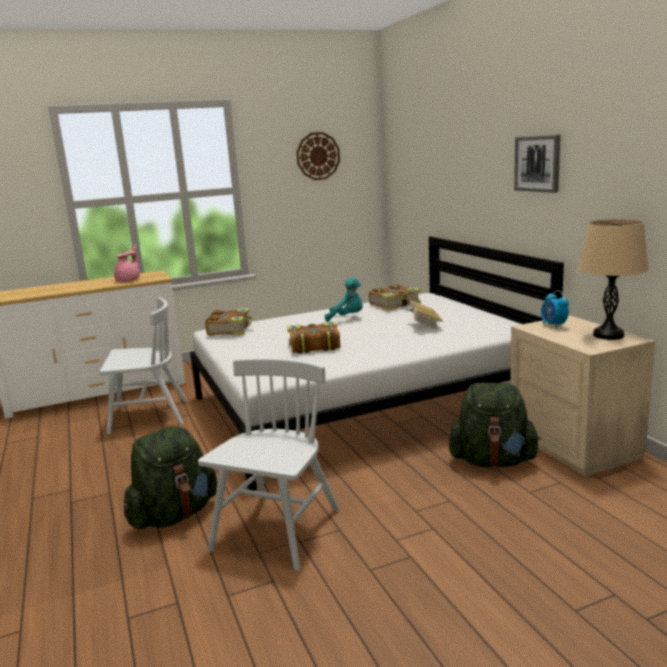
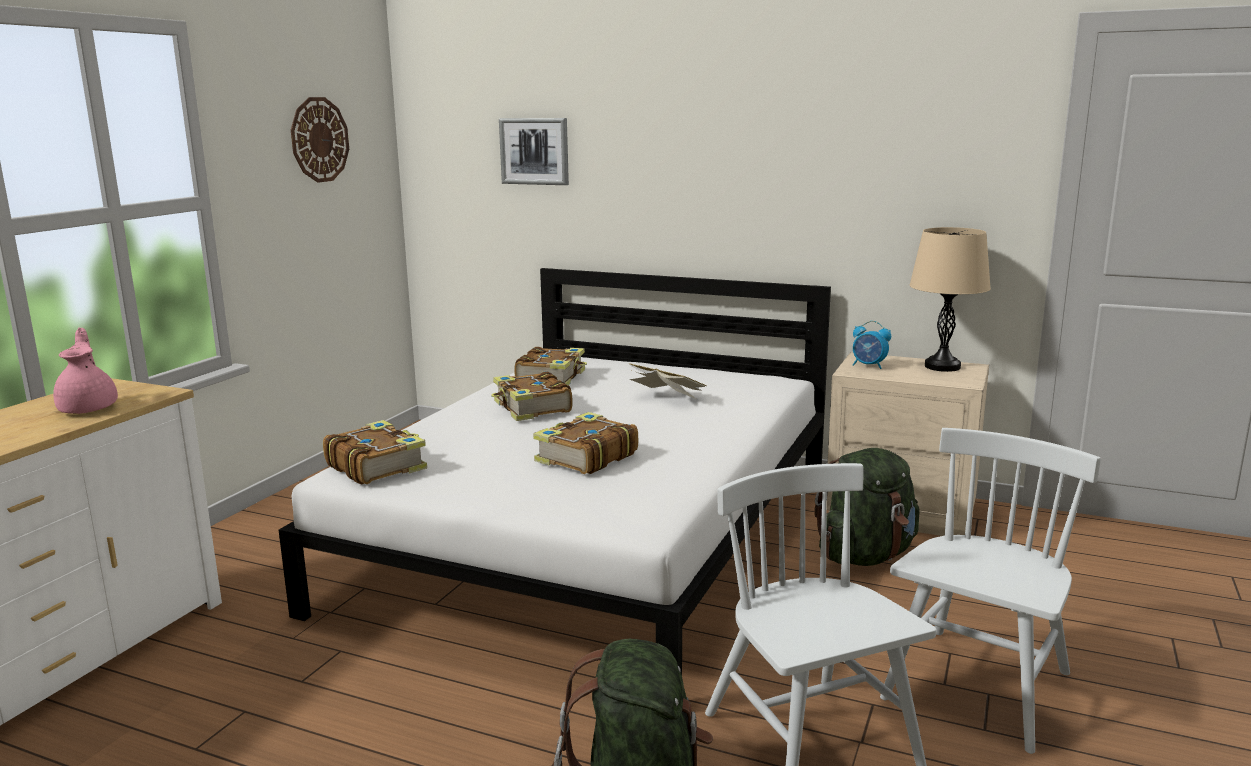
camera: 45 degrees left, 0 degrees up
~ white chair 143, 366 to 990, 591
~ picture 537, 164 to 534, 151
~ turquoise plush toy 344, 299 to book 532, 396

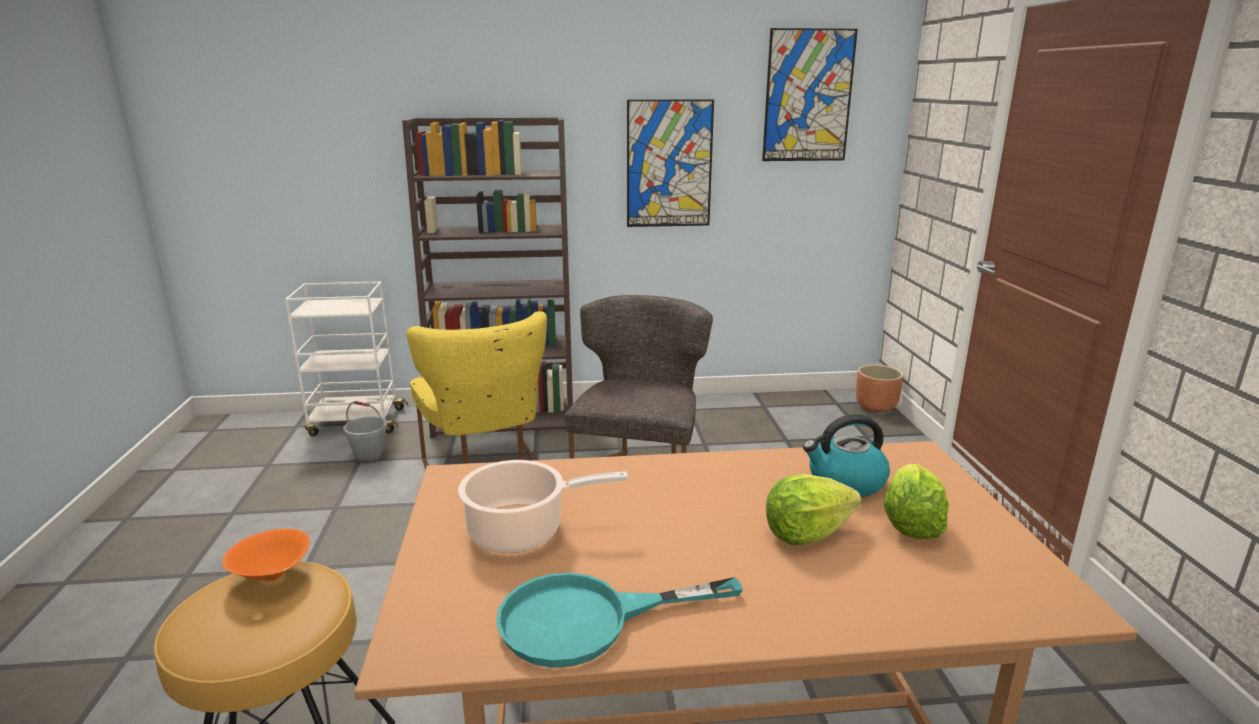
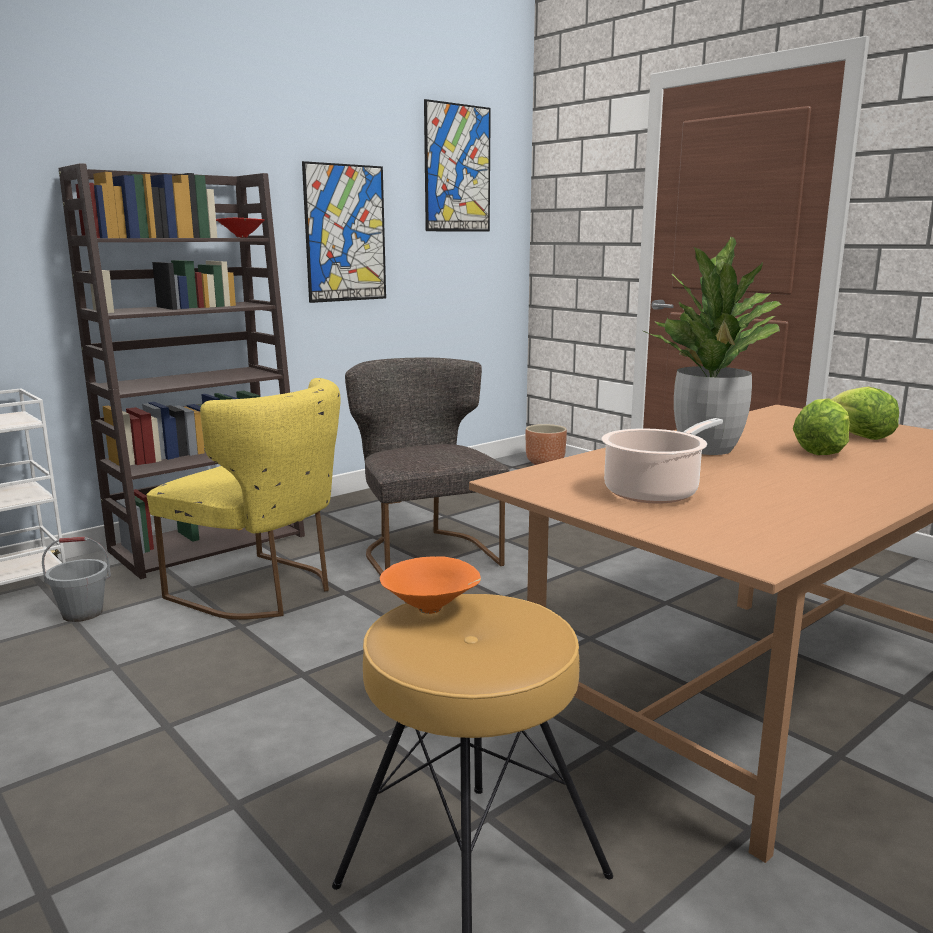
camera: 35 degrees left, 5 degrees down
- turquoise frying pan 619, 620
- kettle 846, 455
+ red bowl 240, 228
+ potted plant 712, 346

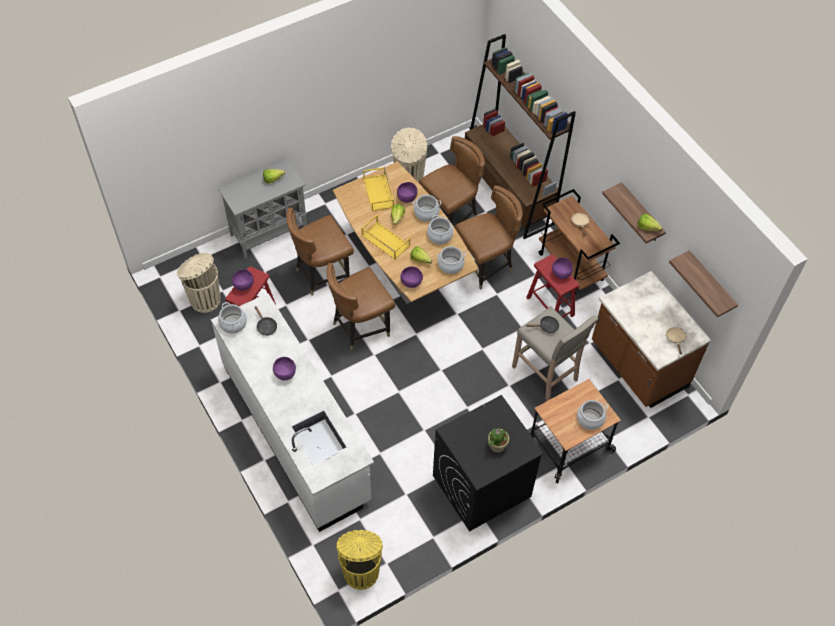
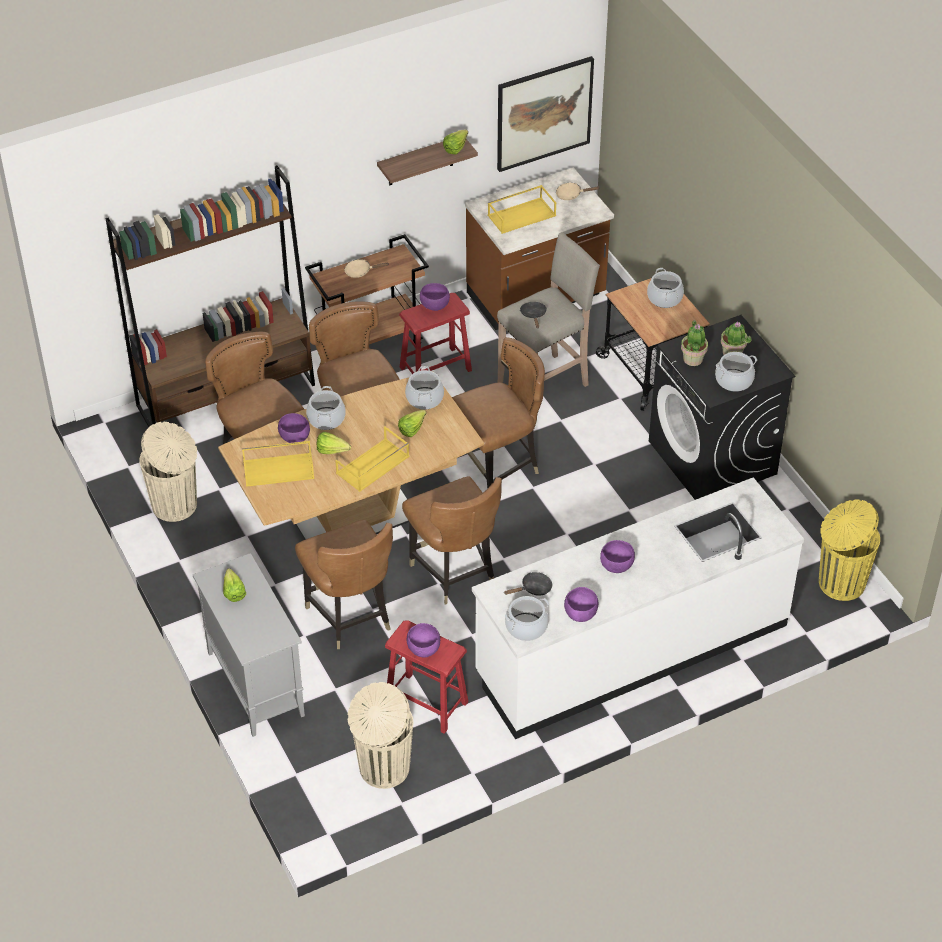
camera: 85 degrees left, 10 degrees down
+ brown chair 498, 413
+ yellow tray 522, 209
+ potted plant 694, 343
~ purple bowl 411, 277 to 581, 604
~ cooking pot 440, 229 to 736, 372
~ shelf 703, 284 to picture 545, 114

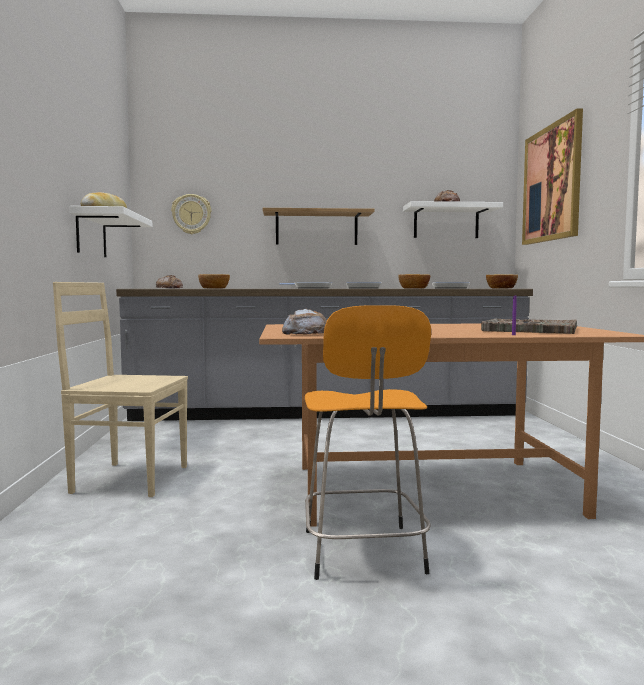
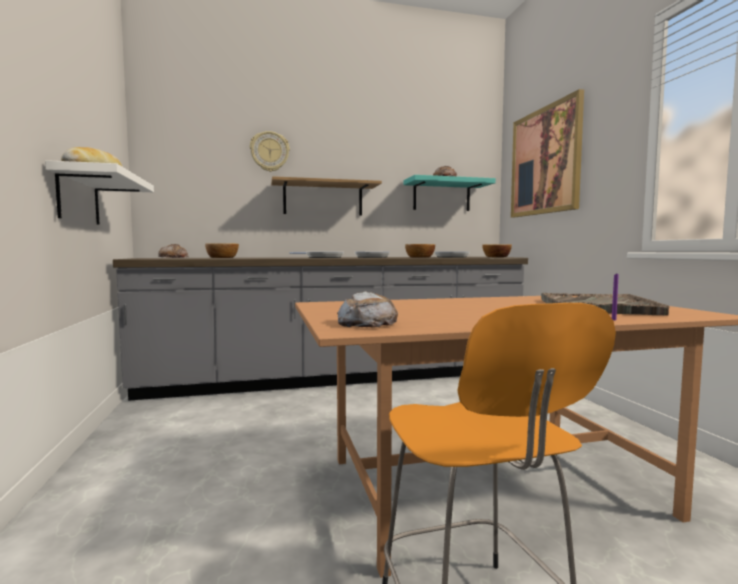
camera: 10 degrees left, 0 degrees up
- beige chair 120, 389
~ wall clock 191, 214 to 270, 151
~ white shelf 453, 219 to turquoise shelf 449, 193

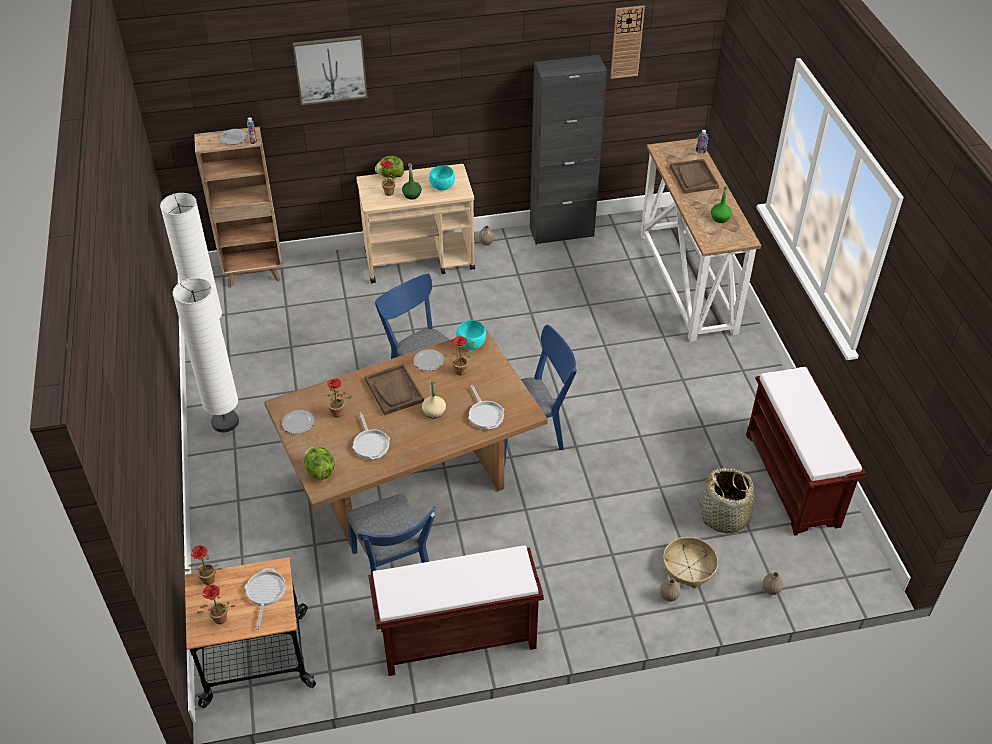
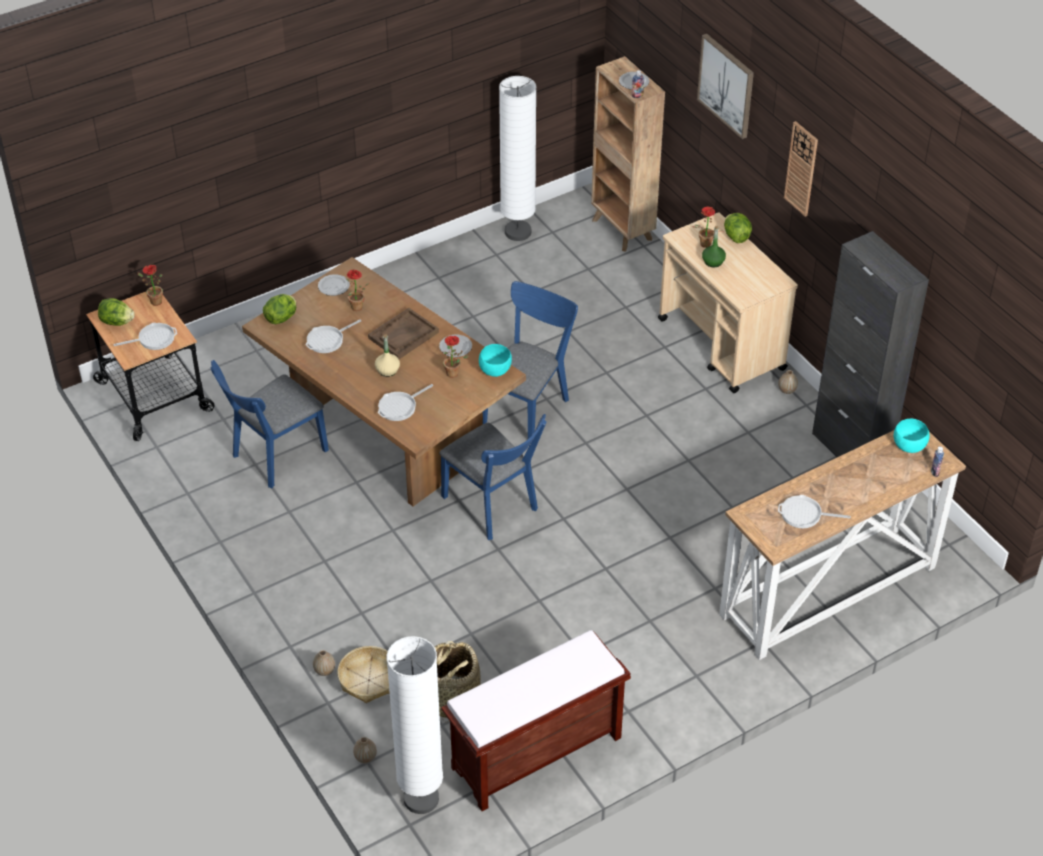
camera: 70 degrees right, 0 degrees up
- brown bench 456, 610
- brown tray 694, 176
~ white floor lamp 206, 355 to 414, 725
~ turquoise bowl 442, 178 to 911, 436
~ wall clock 627, 42 to 801, 169
~ potted plant 216, 604 to lettuce 116, 312
~ green bottle 721, 204 to frying pan 814, 511

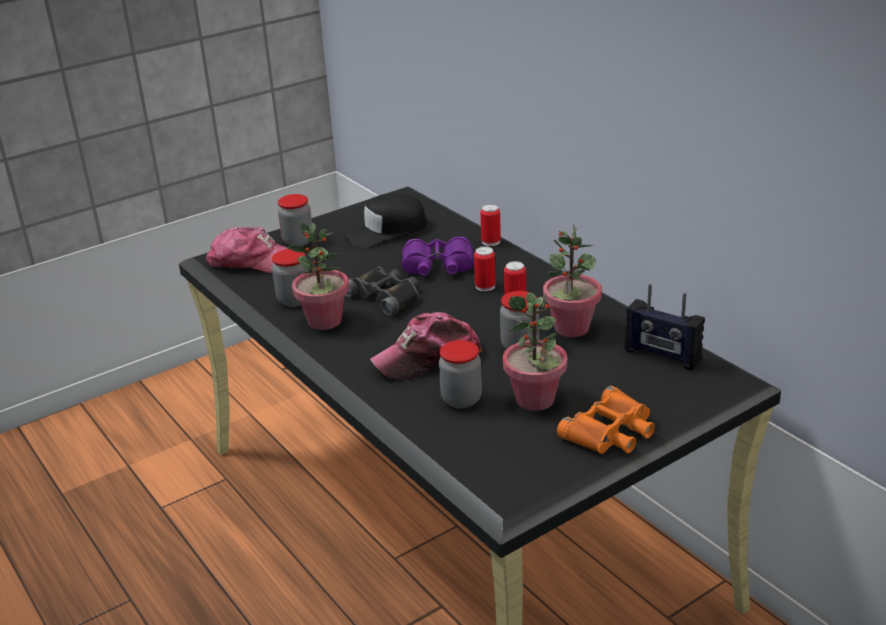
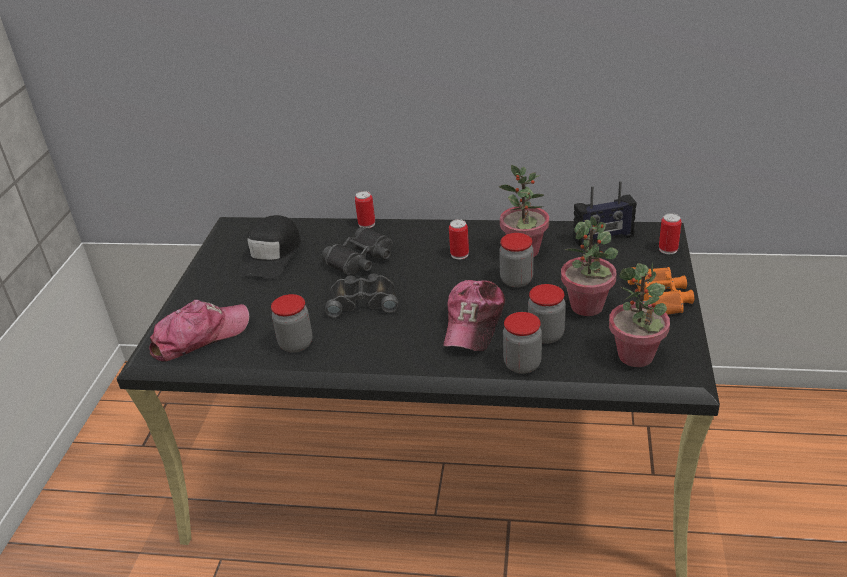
camera: 45 degrees left, 5 degrees up
~ jar 295, 220 to 522, 343
~ potted plant 318, 276 to 639, 315
~ can 485, 268 to 670, 233
~ purple binoculars 437, 256 to black binoculars 357, 251

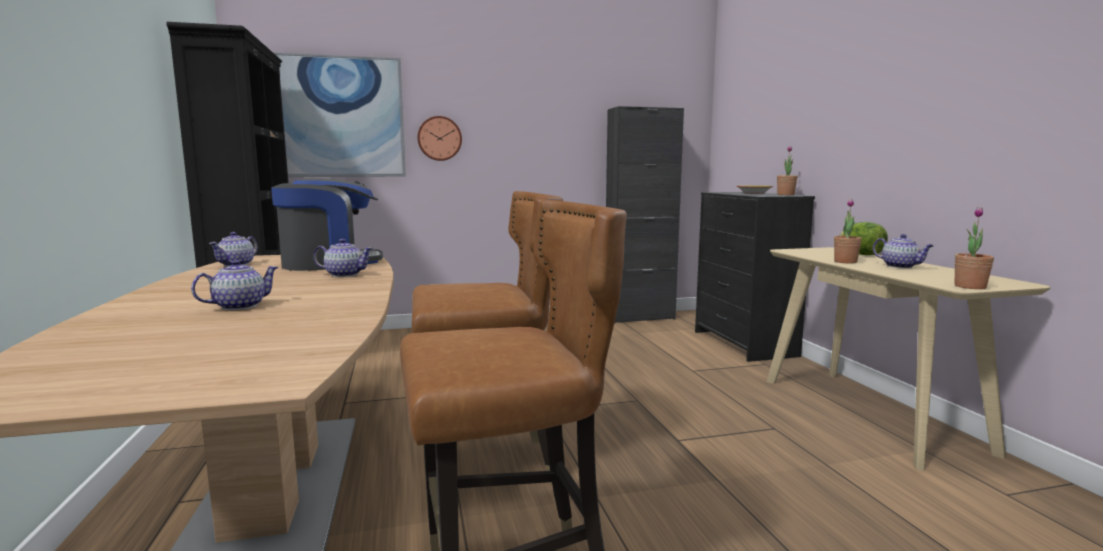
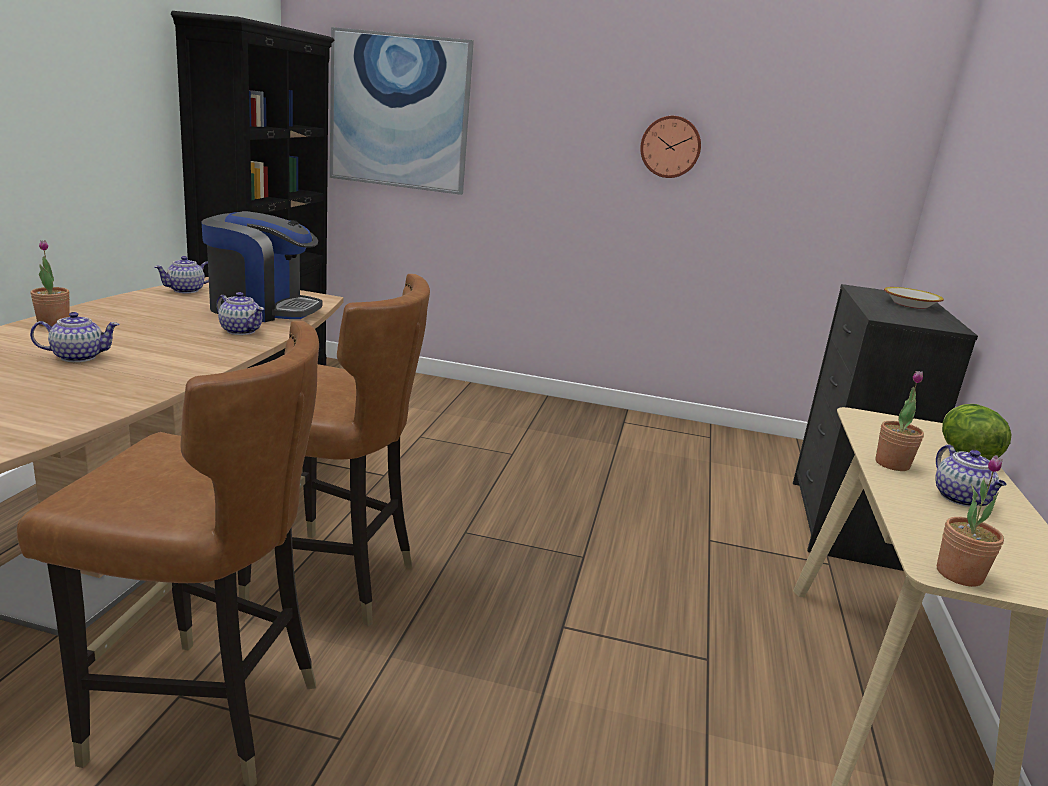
camera: 25 degrees right, 10 degrees up
- black cabinet 645, 215
~ wall clock 439, 138 to 670, 147
~ potted plant 787, 170 to 50, 283

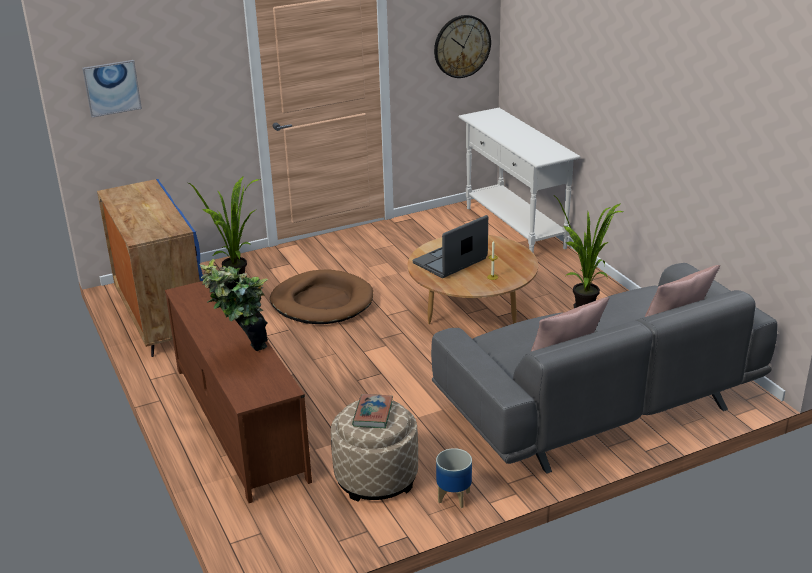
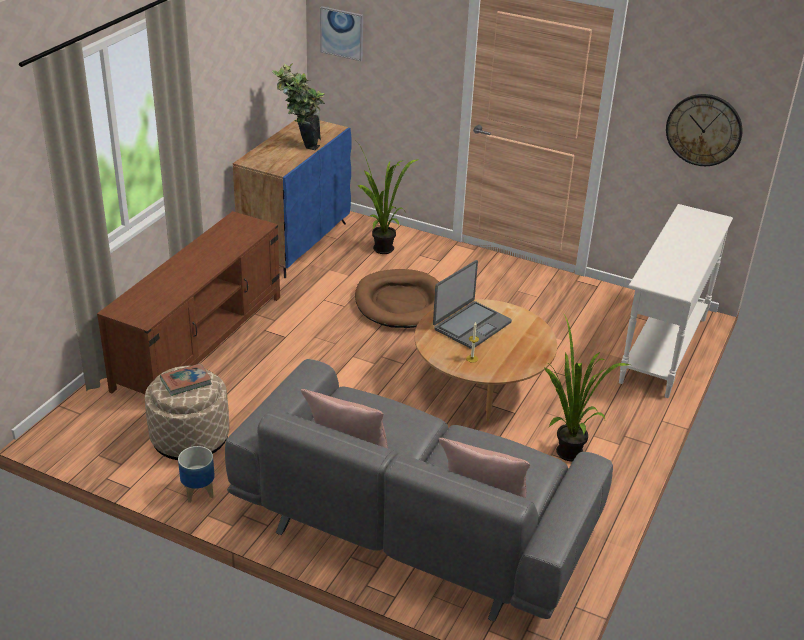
camera: 50 degrees right, 5 degrees up
~ potted plant 234, 305 to 298, 106
~ laptop 450, 246 = 472, 304 120 degrees clockwise

